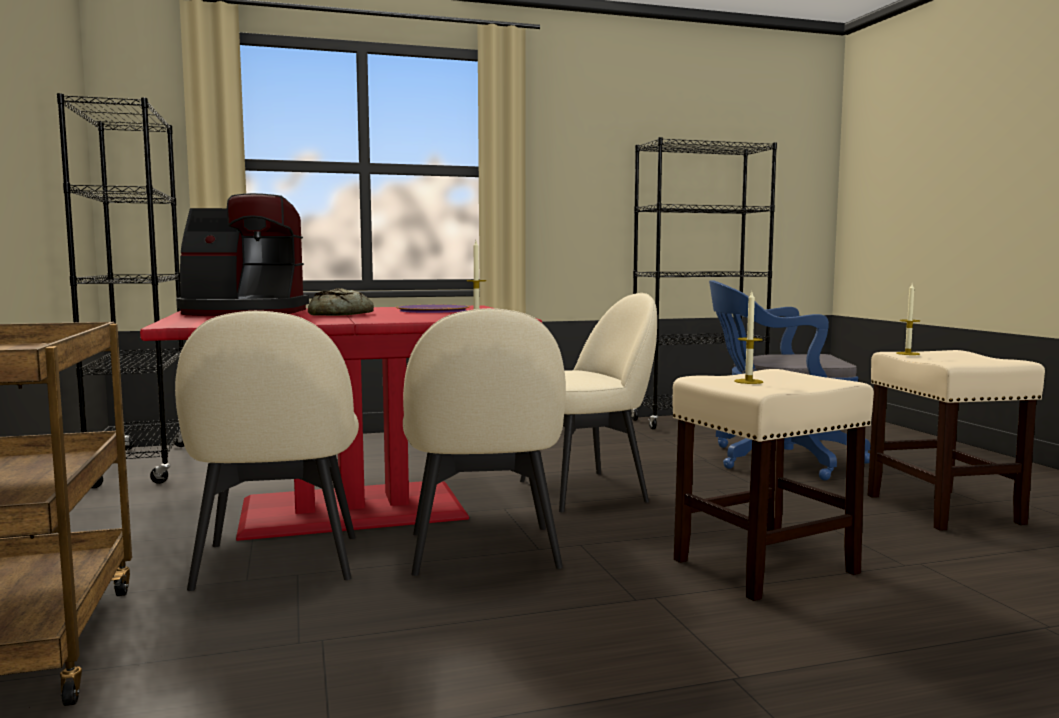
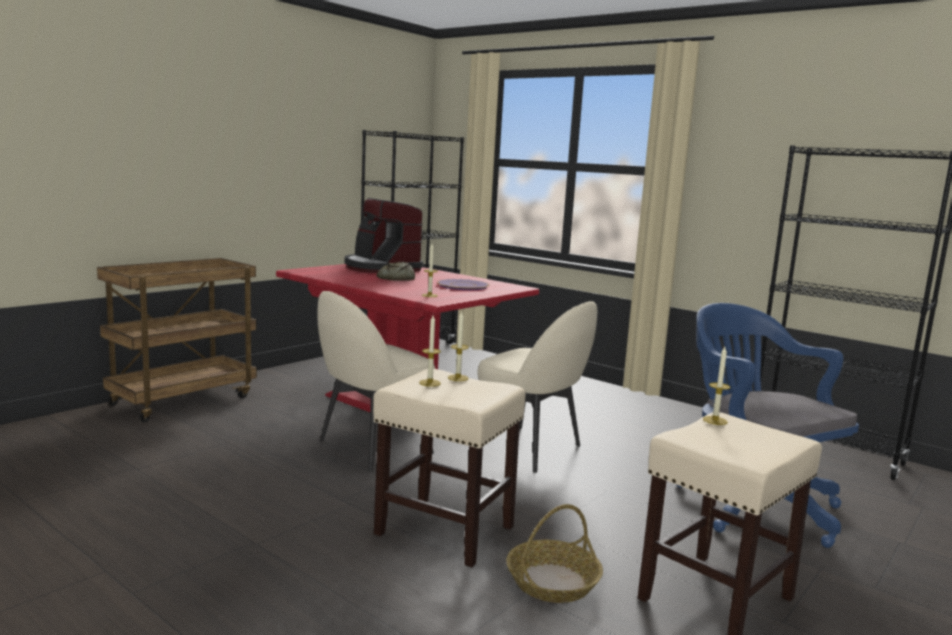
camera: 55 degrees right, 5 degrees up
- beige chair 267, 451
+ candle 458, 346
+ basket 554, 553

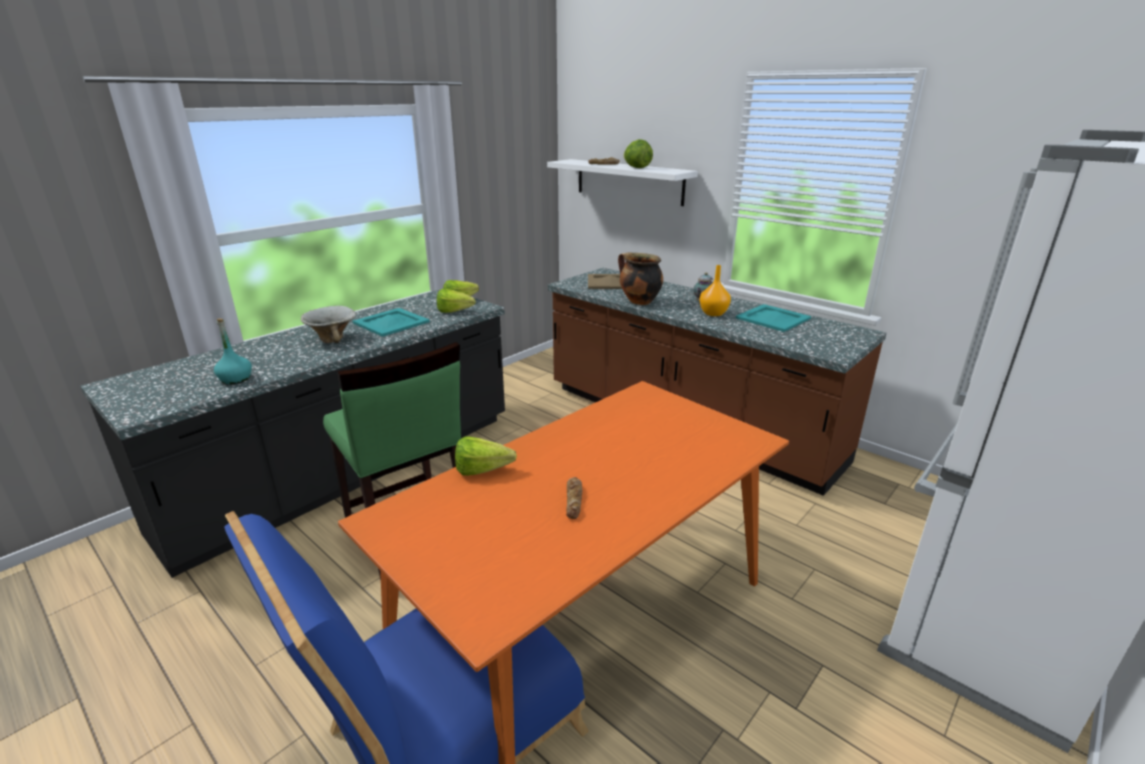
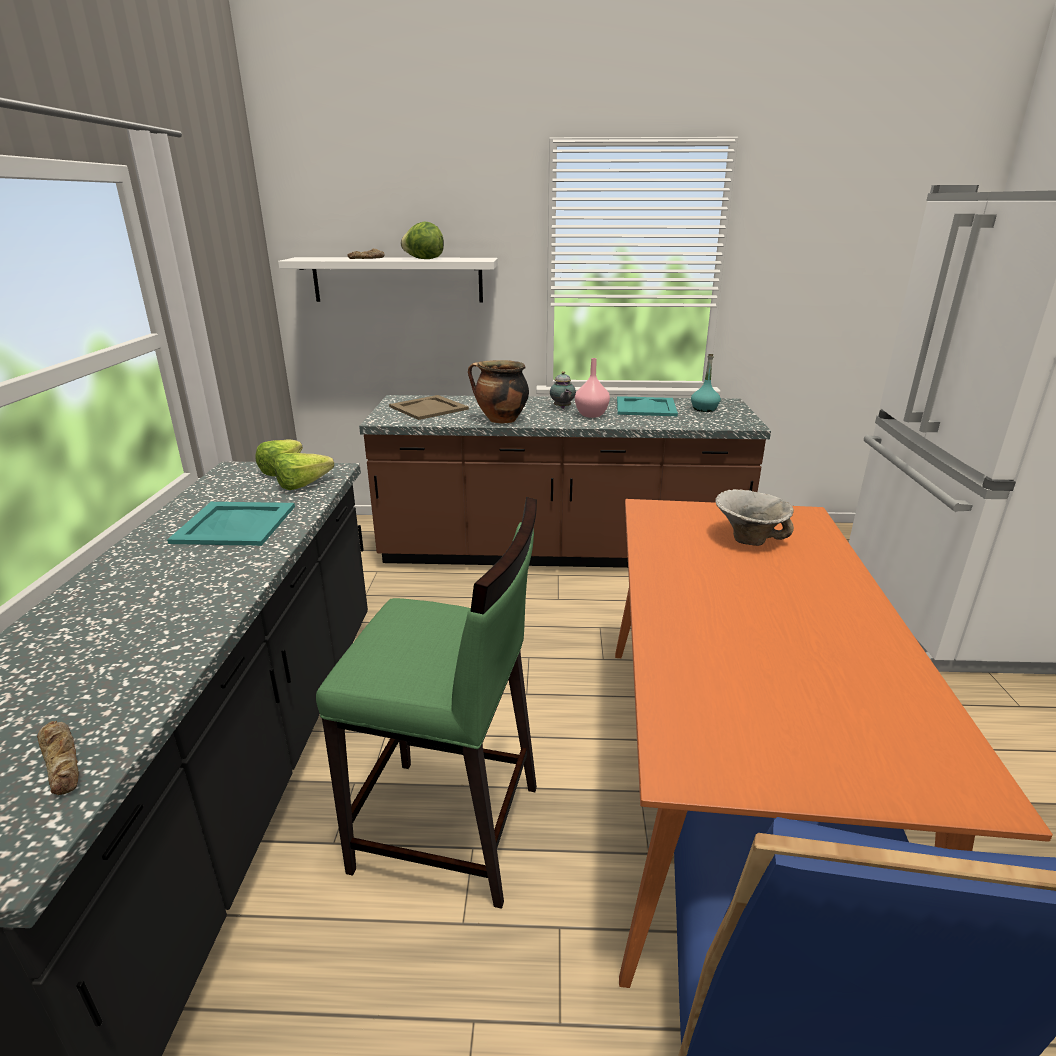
camera: 40 degrees left, 0 degrees up
- lettuce 486, 456
~ turquoise bottle 233, 352 to 706, 383
~ bowl 328, 324 to 754, 517
~ bread 574, 498 to 58, 758
~ orange vase 715, 290 to pink vase 592, 388

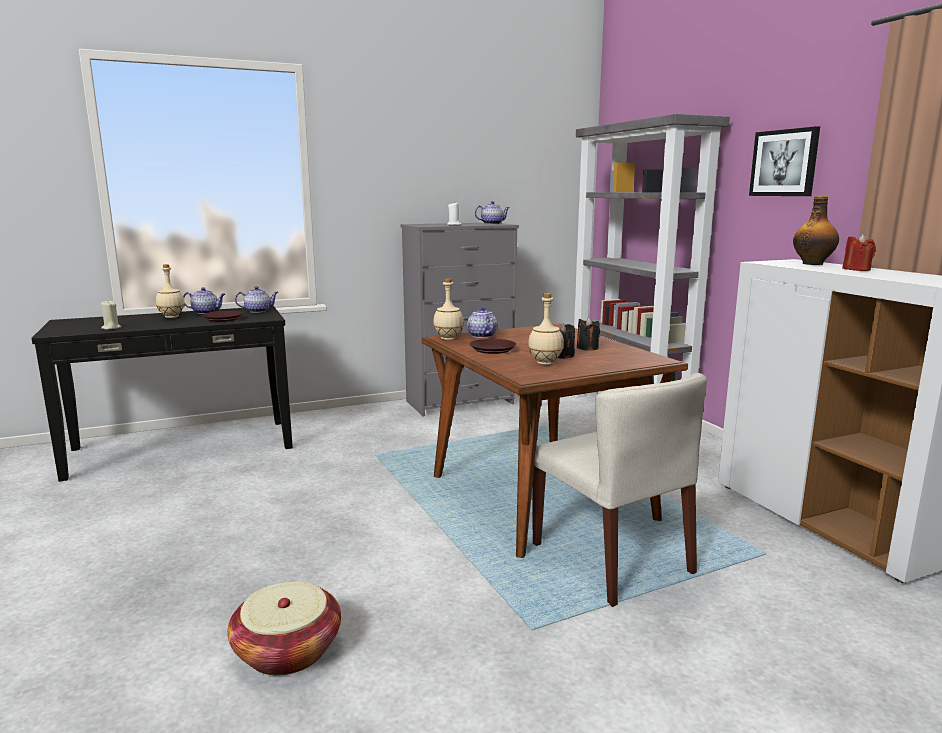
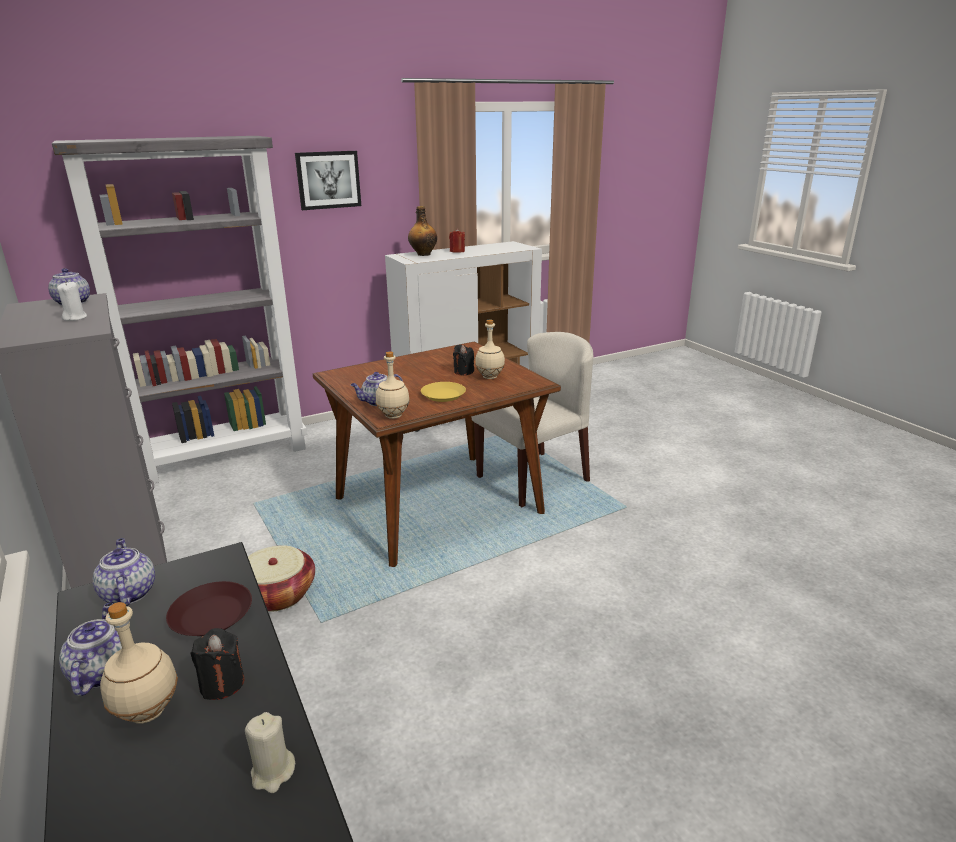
camera: 95 degrees left, 10 degrees up
~ basket 284, 628 to 281, 578
~ black candle 588, 334 to 217, 664
~ brown plate 493, 346 to yellow plate 443, 392

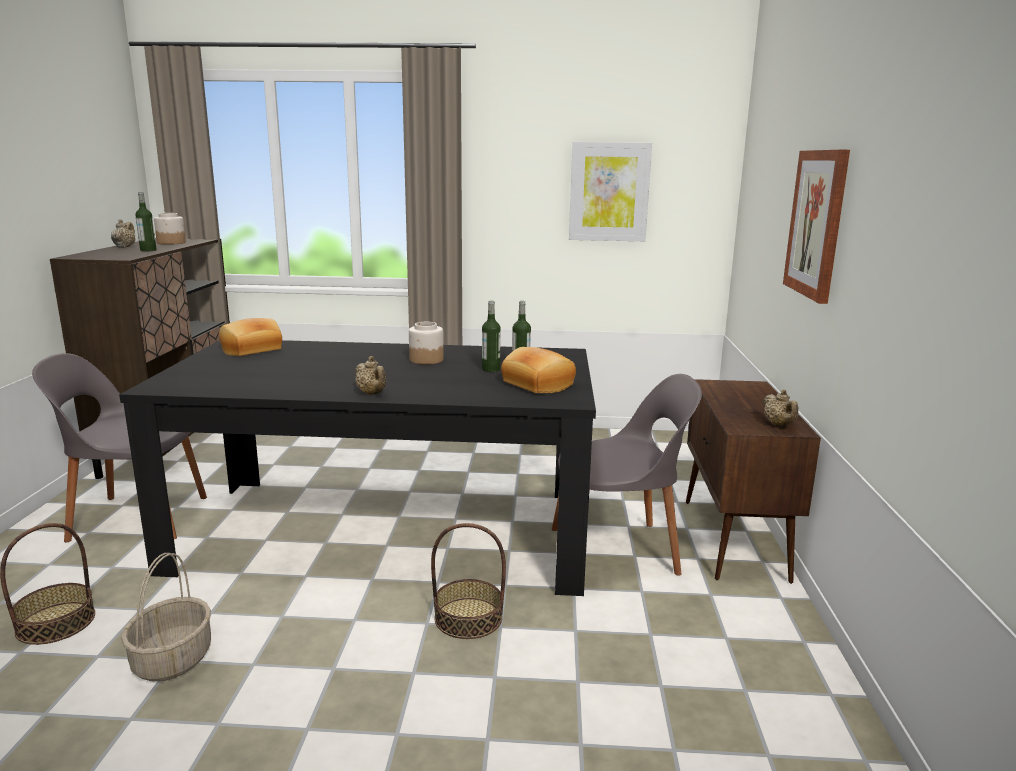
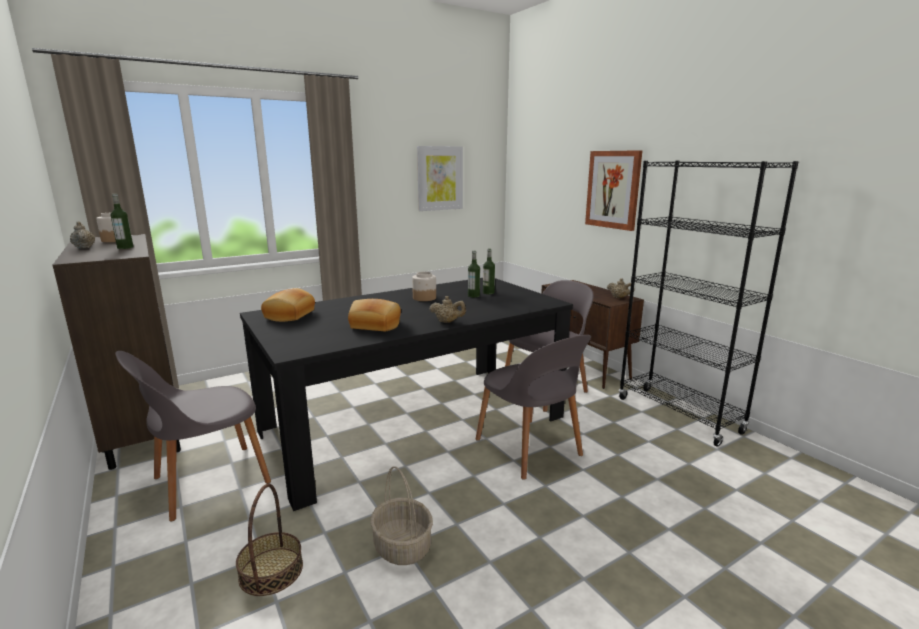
camera: 35 degrees left, 0 degrees up
+ black bookcase 709, 304
~ bread 538, 370 to 374, 315
~ basket 468, 581 to grey chair 533, 407

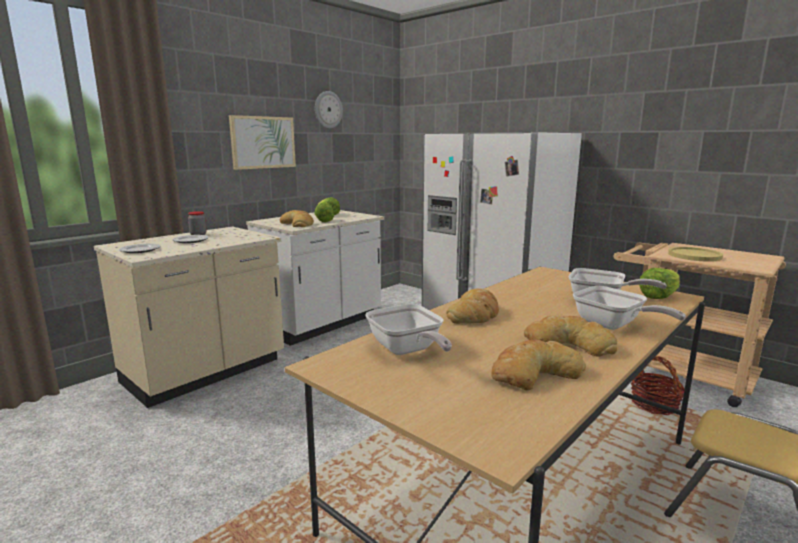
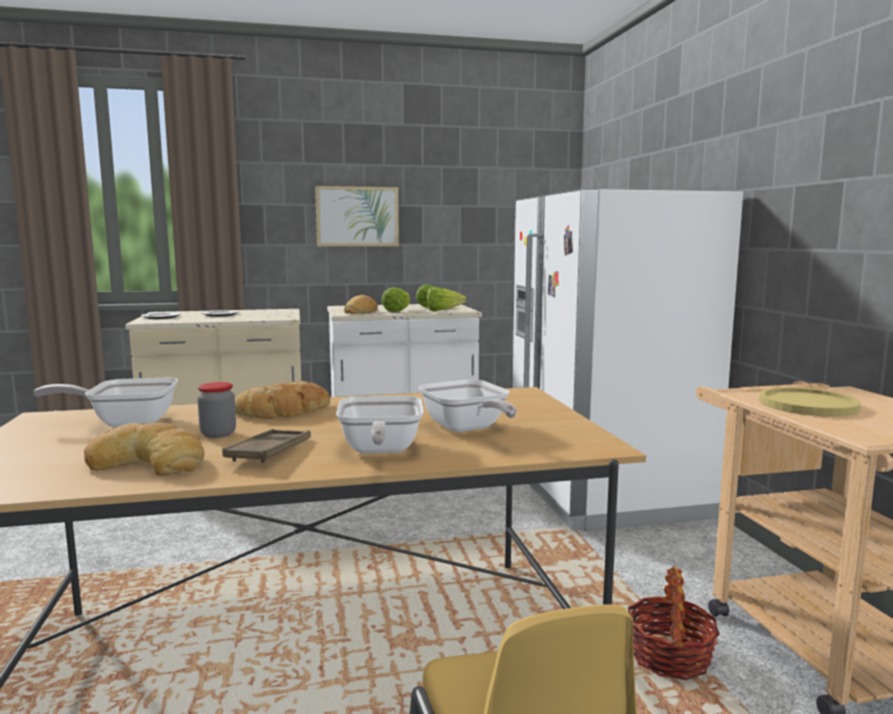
camera: 35 degrees right, 5 degrees down
- wall clock 329, 110
~ jar 197, 223 to 216, 410
~ lettuce 659, 283 to 447, 299
~ bread 570, 336 to brown tray 266, 446
~ frying pan 408, 329 = 106, 403 75 degrees clockwise

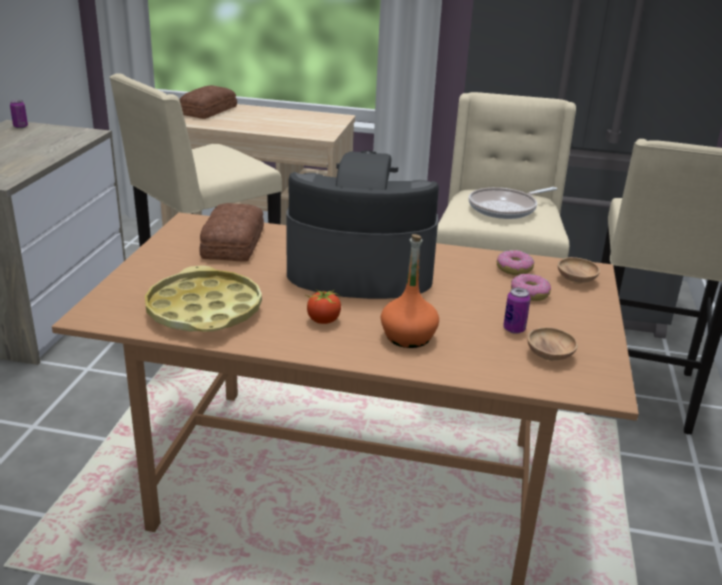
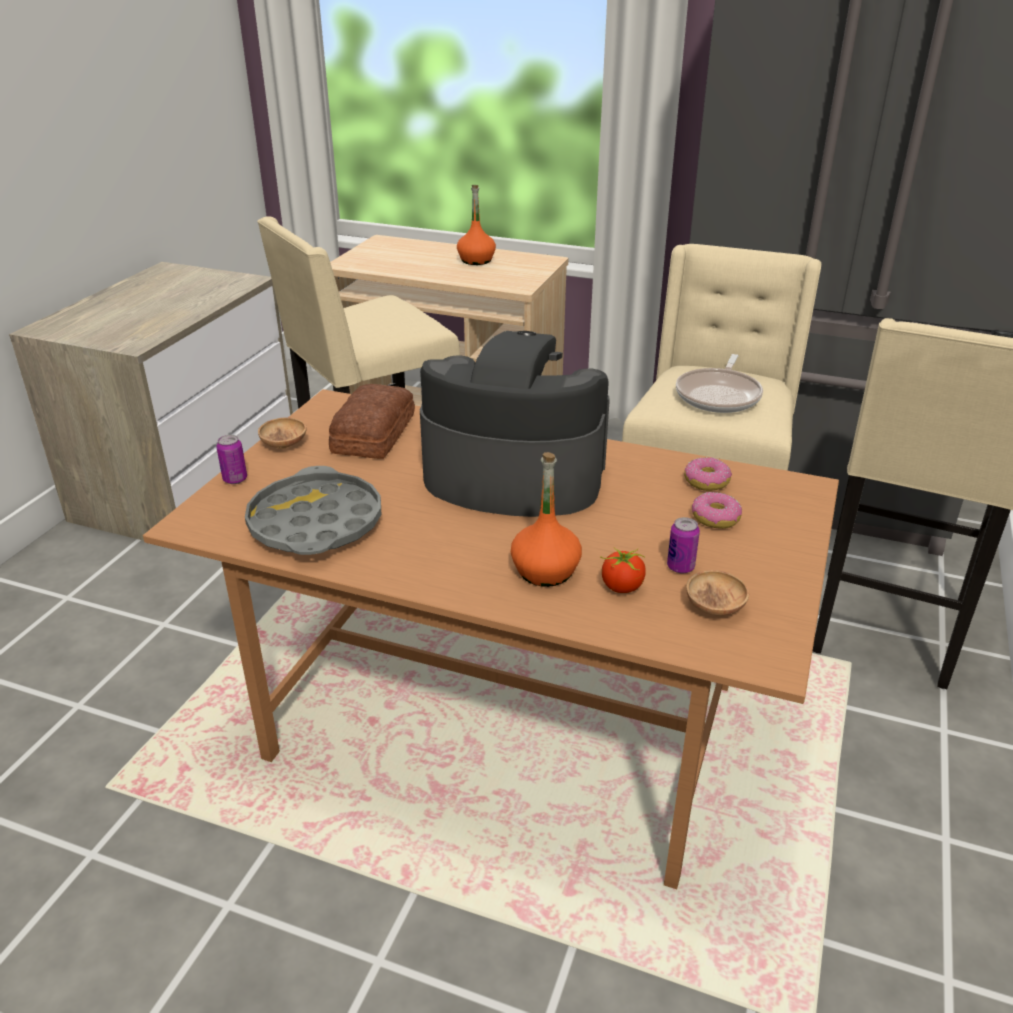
camera: 10 degrees right, 5 degrees up
- bread 208, 102
+ orange bottle 476, 225
~ can 19, 114 to 231, 459
~ tomato 323, 306 to 623, 570
~ brown bowl 579, 270 to 282, 433
~ yellow tray 203, 298 to grey tray 313, 510
~ frying pan 513, 203 = 719, 383 45 degrees counterclockwise

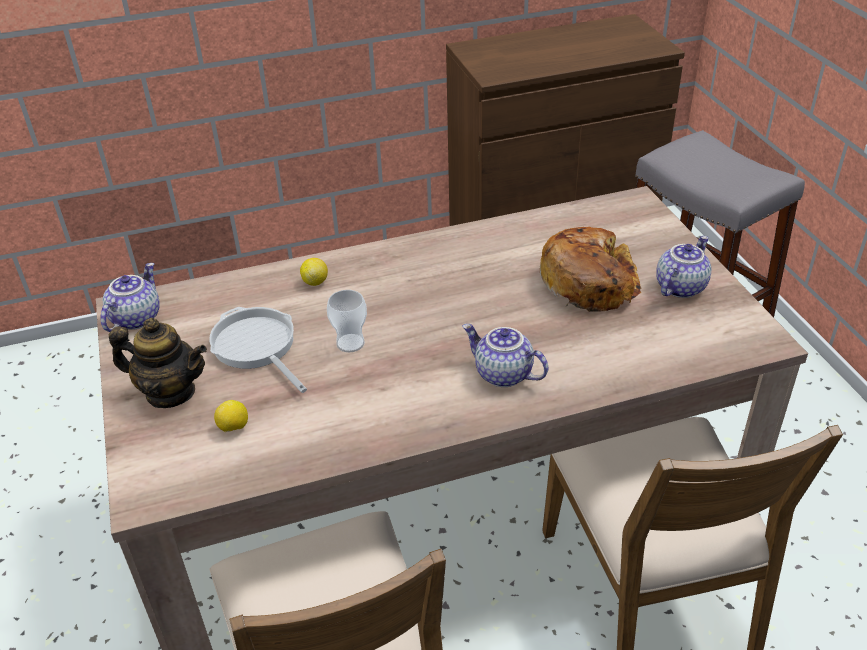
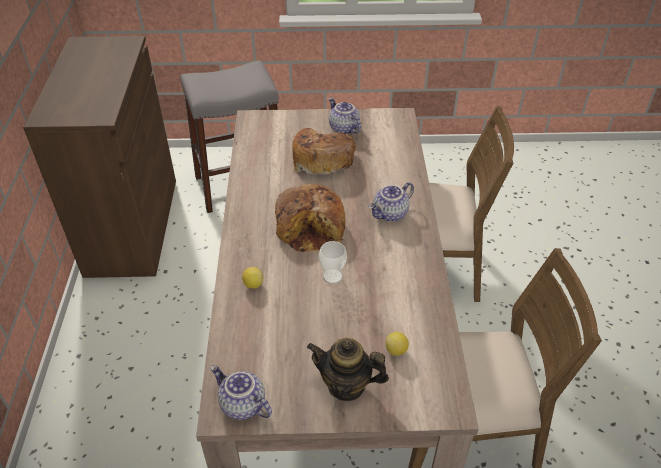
camera: 75 degrees left, 5 degrees up
- frying pan 258, 350
+ bread 310, 218
~ teapot 158, 363 = 348, 369 105 degrees counterclockwise

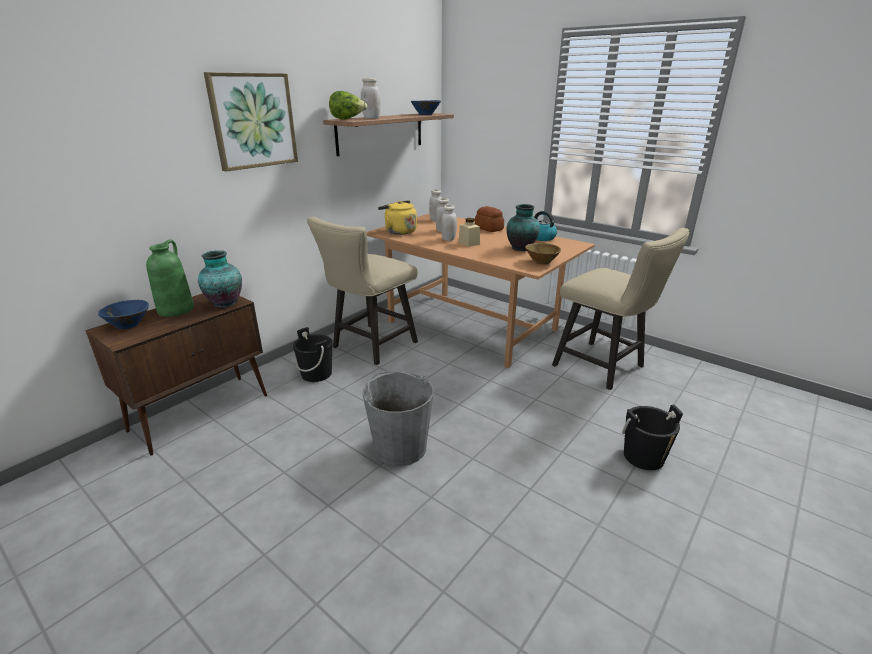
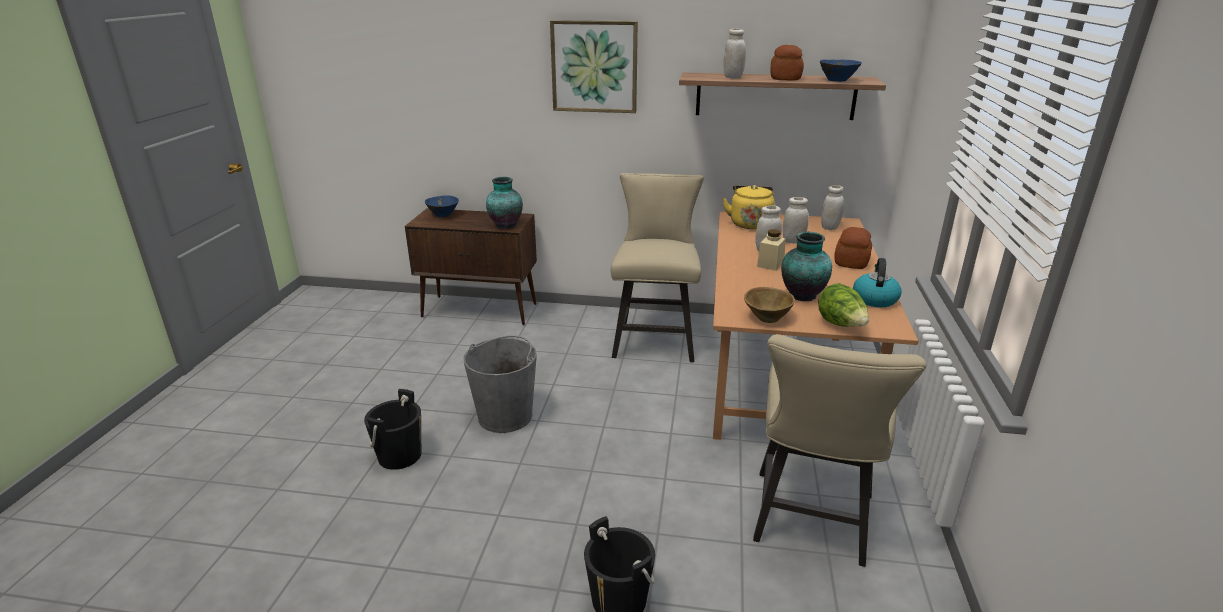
camera: 60 degrees right, 0 degrees up
- green vase 170, 278
+ bread 787, 62
~ black bucket 312, 354 to 392, 429
~ lettuce 348, 105 to 843, 304
~ beige chair 362, 291 = 657, 267 90 degrees clockwise

